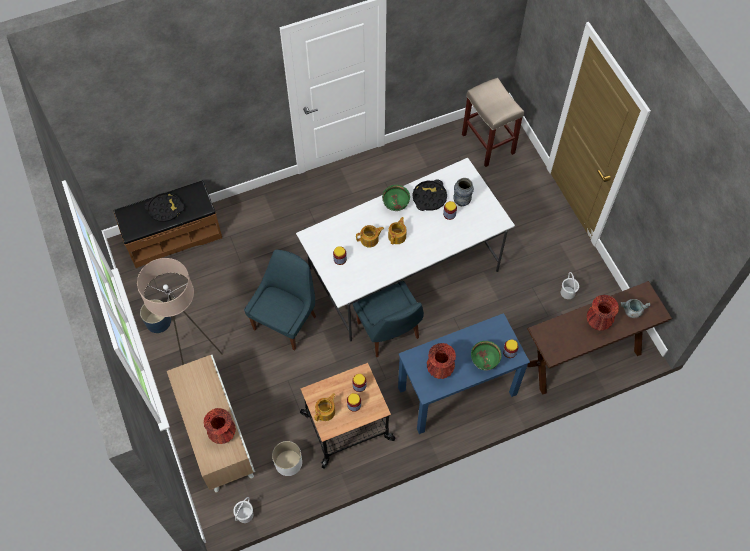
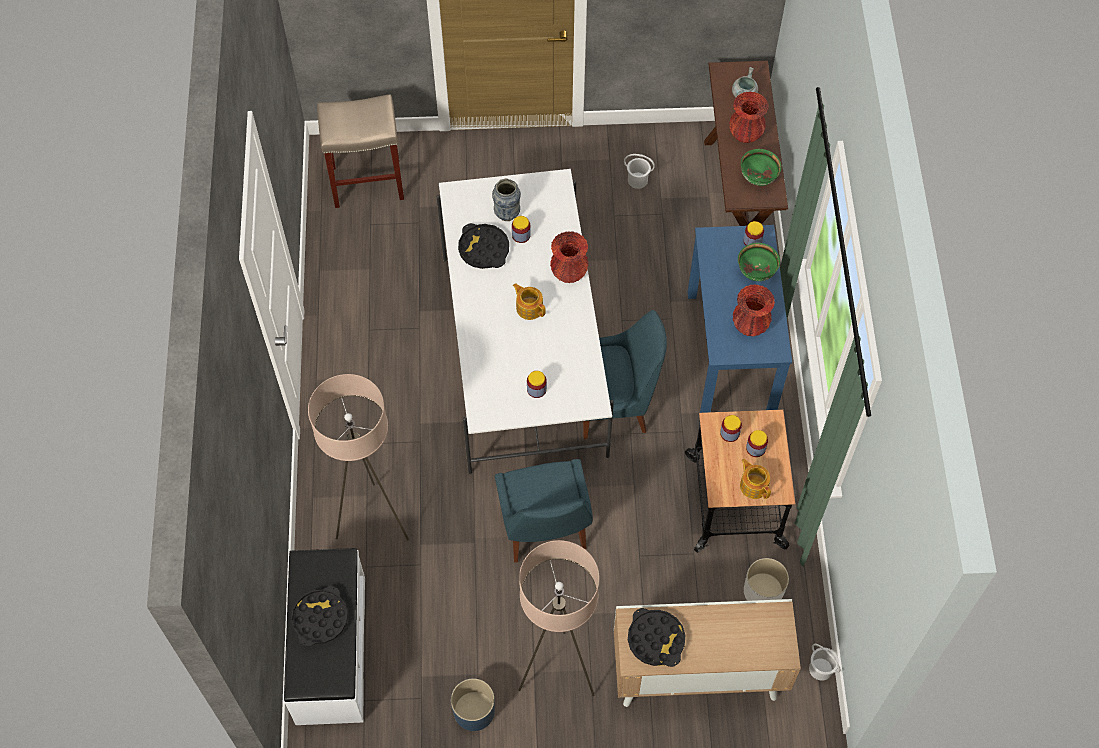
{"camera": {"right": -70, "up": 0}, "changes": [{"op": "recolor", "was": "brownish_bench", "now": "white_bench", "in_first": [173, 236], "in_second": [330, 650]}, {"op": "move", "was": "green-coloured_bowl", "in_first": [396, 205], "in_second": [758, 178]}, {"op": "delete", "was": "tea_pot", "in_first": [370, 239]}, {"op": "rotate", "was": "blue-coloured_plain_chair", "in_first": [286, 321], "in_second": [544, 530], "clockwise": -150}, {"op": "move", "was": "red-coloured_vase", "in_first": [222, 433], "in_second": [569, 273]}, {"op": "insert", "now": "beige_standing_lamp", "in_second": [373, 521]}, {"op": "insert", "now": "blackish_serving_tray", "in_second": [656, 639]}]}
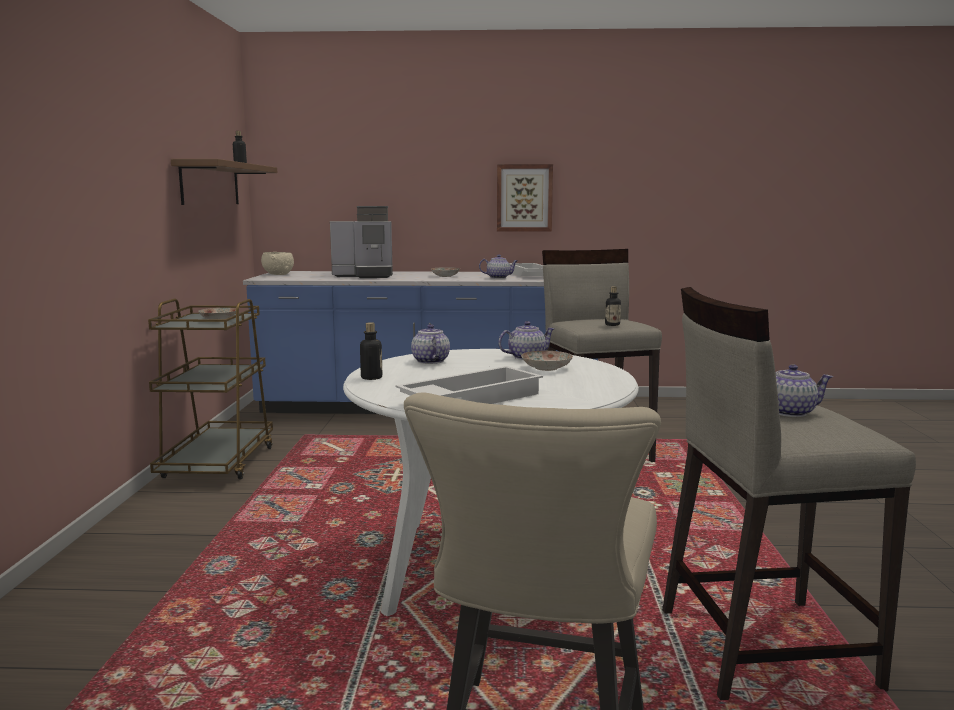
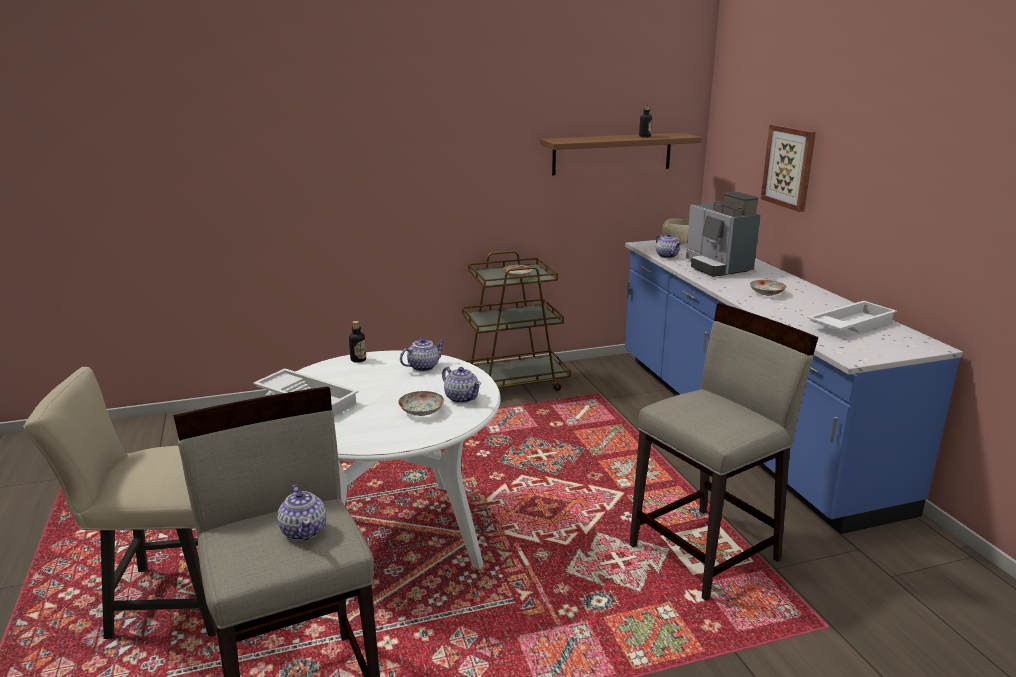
{"camera": {"right": 70, "up": 10}, "changes": [{"op": "move", "was": "picture", "in_first": [524, 198], "in_second": [789, 167]}, {"op": "move", "was": "tea_pot", "in_first": [499, 277], "in_second": [667, 256]}, {"op": "delete", "was": "bottle", "in_first": [612, 325]}]}
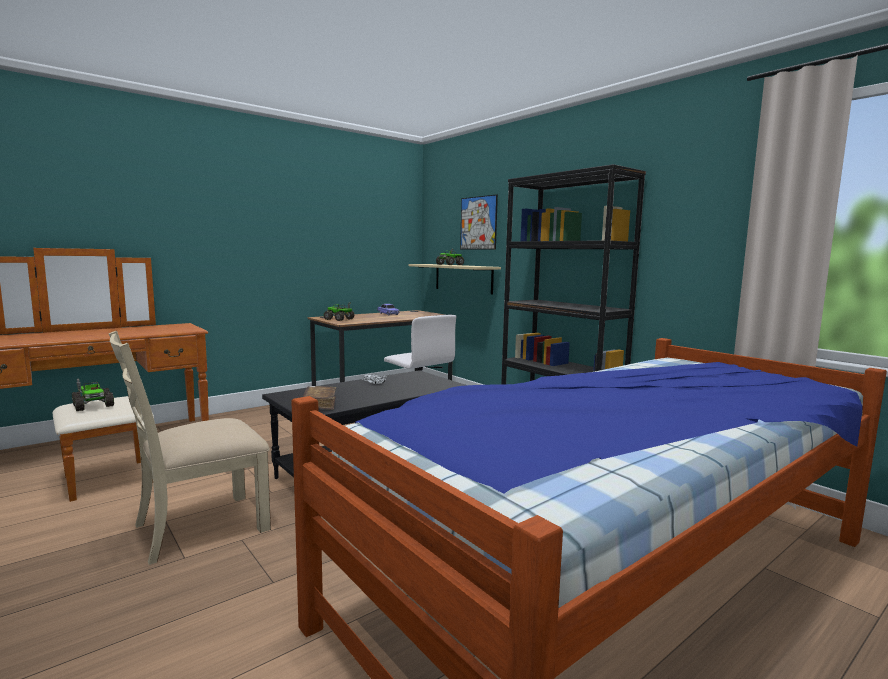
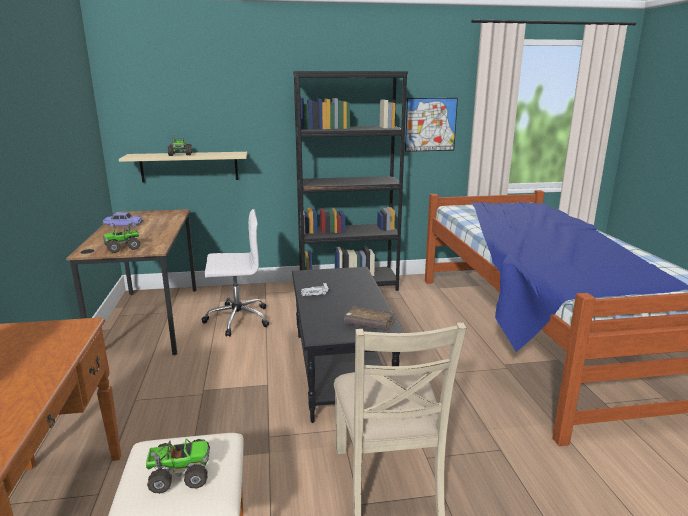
{"camera": {"right": -60, "up": 10}, "changes": [{"op": "move", "was": "picture", "in_first": [478, 223], "in_second": [430, 124]}]}
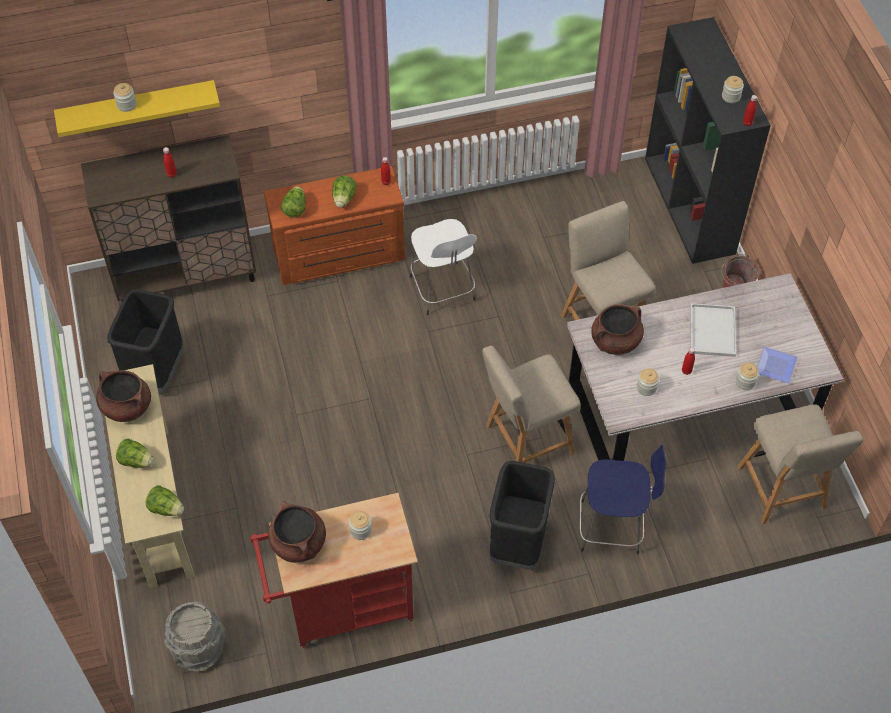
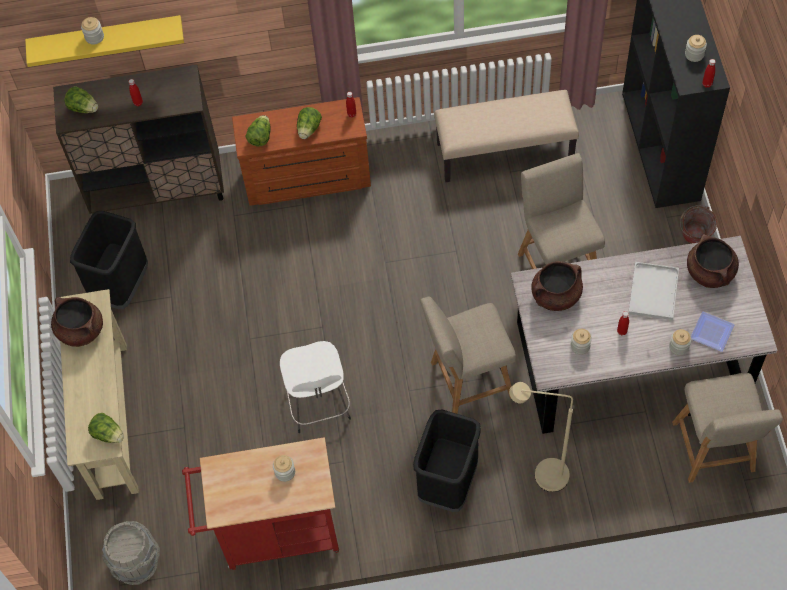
{"camera": {"right": 10, "up": 5}, "changes": [{"op": "move", "was": "white_stool_seat", "in_first": [443, 290], "in_second": [318, 405]}, {"op": "move", "was": "lettuce_head", "in_first": [136, 461], "in_second": [83, 108]}, {"op": "replace", "was": "blue-coloured_stool_seat", "now": "beige_standing_lamp", "in_first": [613, 527], "in_second": [541, 474]}, {"op": "move", "was": "brownish_stockpot", "in_first": [299, 543], "in_second": [710, 272]}, {"op": "insert", "now": "beige_bench", "in_second": [505, 151]}]}
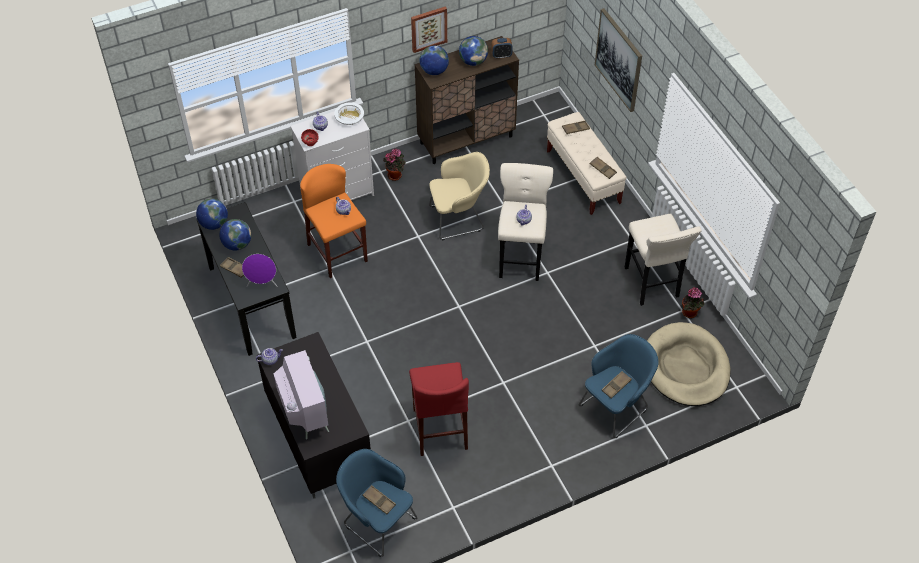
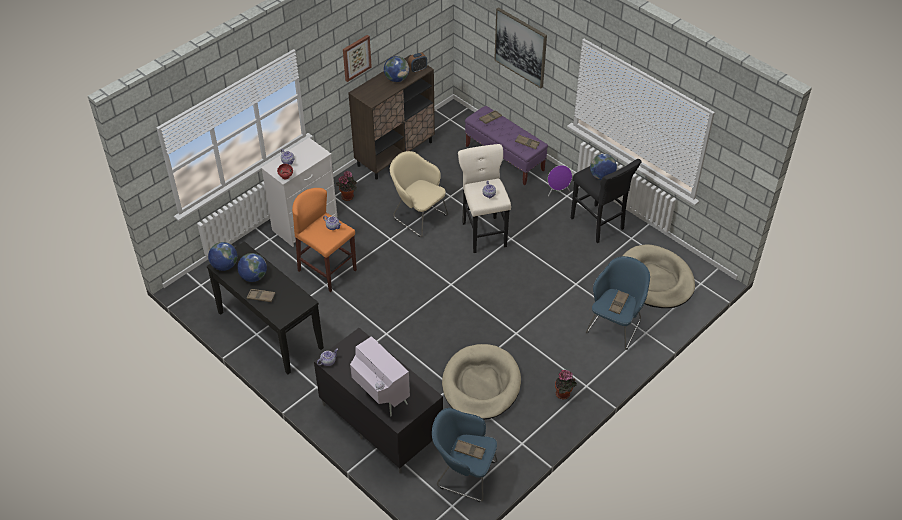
{"camera": {"right": -20, "up": -5}, "changes": [{"op": "move", "was": "globe", "in_first": [434, 71], "in_second": [602, 176]}, {"op": "delete", "was": "white_bowl", "in_first": [349, 117]}, {"op": "recolor", "was": "beige_bench", "now": "purple-coloured_bench", "in_first": [583, 177], "in_second": [504, 158]}, {"op": "rotate", "was": "beige_armchair", "in_first": [459, 218], "in_second": [418, 216], "clockwise": -105}, {"op": "recolor", "was": "beige_stool_seat", "now": "blackish_stool_seat", "in_first": [652, 285], "in_second": [598, 225]}, {"op": "move", "was": "purple-coloured_audio_speaker", "in_first": [262, 283], "in_second": [558, 192]}, {"op": "move", "was": "houseplant", "in_first": [690, 313], "in_second": [564, 394]}, {"op": "replace", "was": "red-coloured_stool_seat", "now": "beige_dog_cushion", "in_first": [440, 428], "in_second": [481, 384]}]}
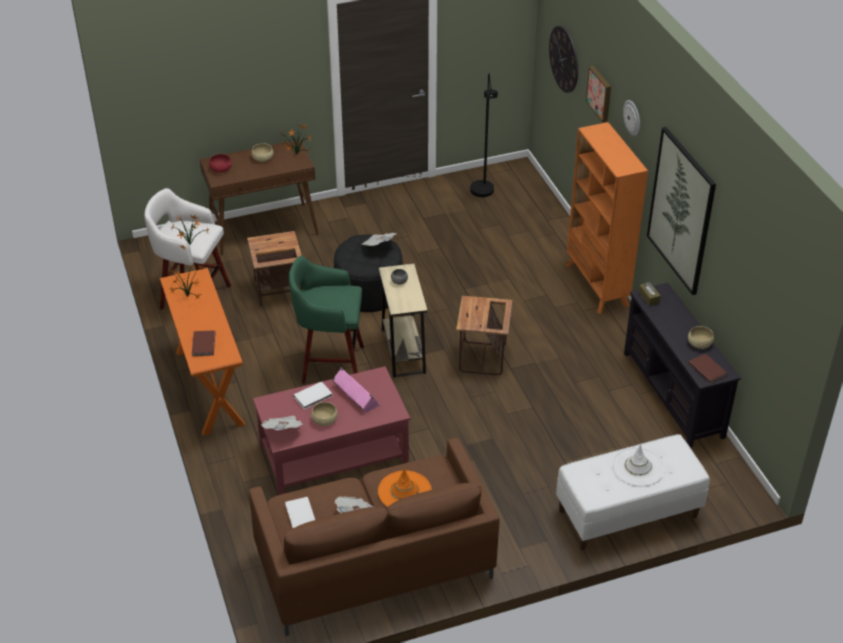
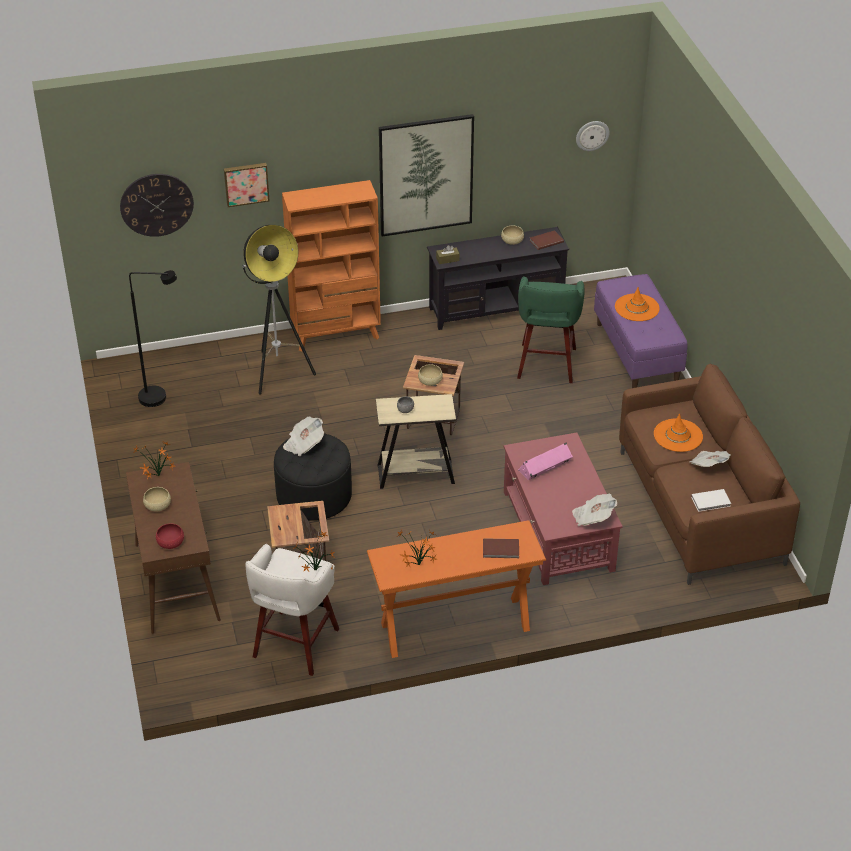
{"camera": {"right": -85, "up": 0}, "changes": [{"op": "move", "was": "clock_on_the_wall", "in_first": [632, 117], "in_second": [592, 135]}, {"op": "move", "was": "green-coloured_stool_seat", "in_first": [330, 364], "in_second": [546, 365]}, {"op": "delete", "was": "white_bound_book", "in_first": [313, 396]}, {"op": "move", "was": "beige_bowl", "in_first": [324, 419], "in_second": [430, 381]}, {"op": "recolor", "was": "white_bench", "now": "purple-coloured_bench", "in_first": [627, 514], "in_second": [637, 353]}, {"op": "recolor", "was": "white_wearable_hat", "now": "orangey_wearable_hat", "in_first": [638, 467], "in_second": [637, 308]}, {"op": "insert", "now": "standing_lamp", "in_second": [278, 372]}]}
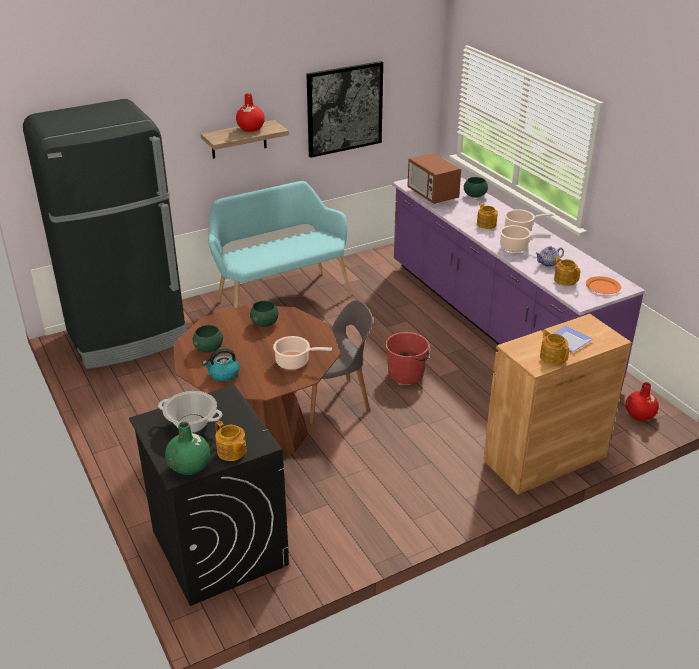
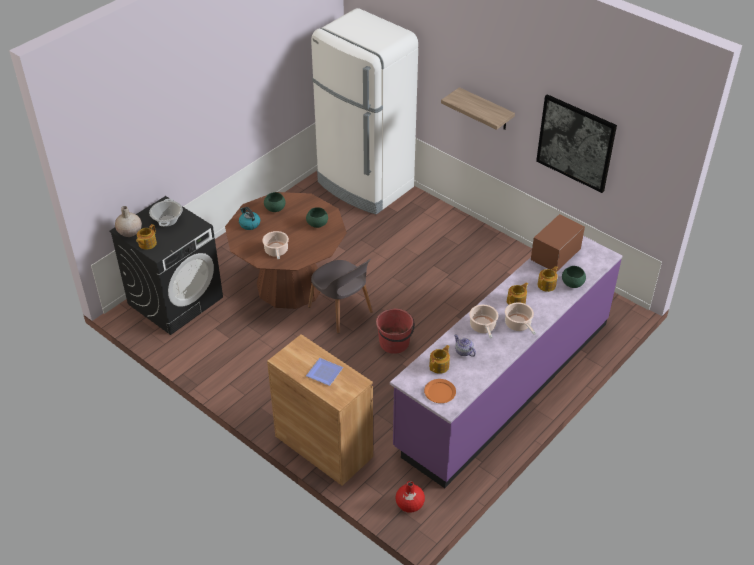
{"camera": {"right": 70, "up": 10}, "changes": [{"op": "delete", "was": "red-coloured_vase", "in_first": [250, 129]}, {"op": "recolor", "was": "blackish_refrigerator", "now": "white_refrigerator", "in_first": [128, 337], "in_second": [364, 185]}, {"op": "delete", "was": "turquoise-coloured_bench", "in_first": [280, 296]}, {"op": "move", "was": "tea_pot", "in_first": [552, 357], "in_second": [547, 285]}, {"op": "recolor", "was": "green-coloured_vase", "now": "beige_vase", "in_first": [189, 466], "in_second": [129, 232]}]}
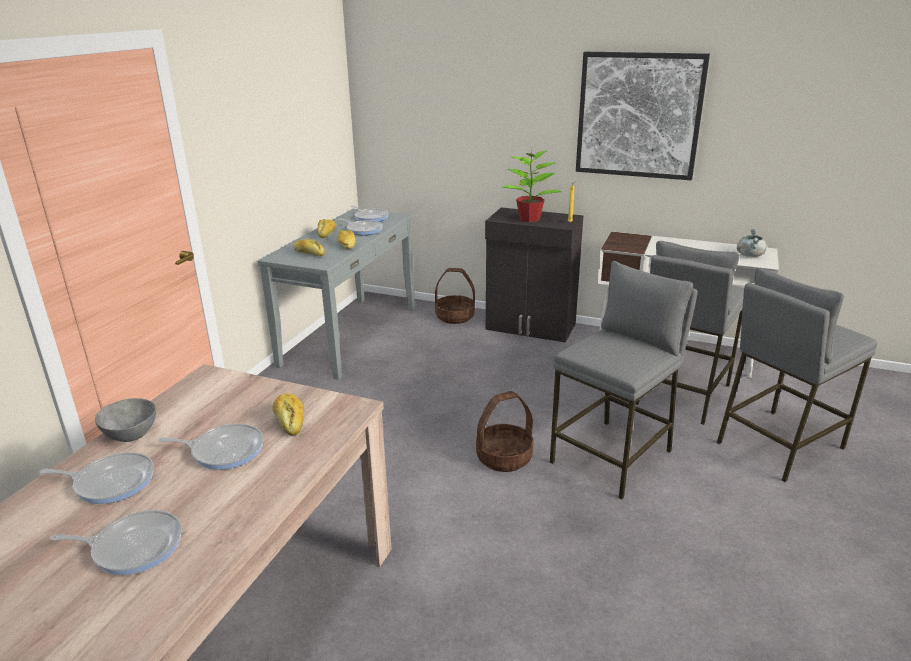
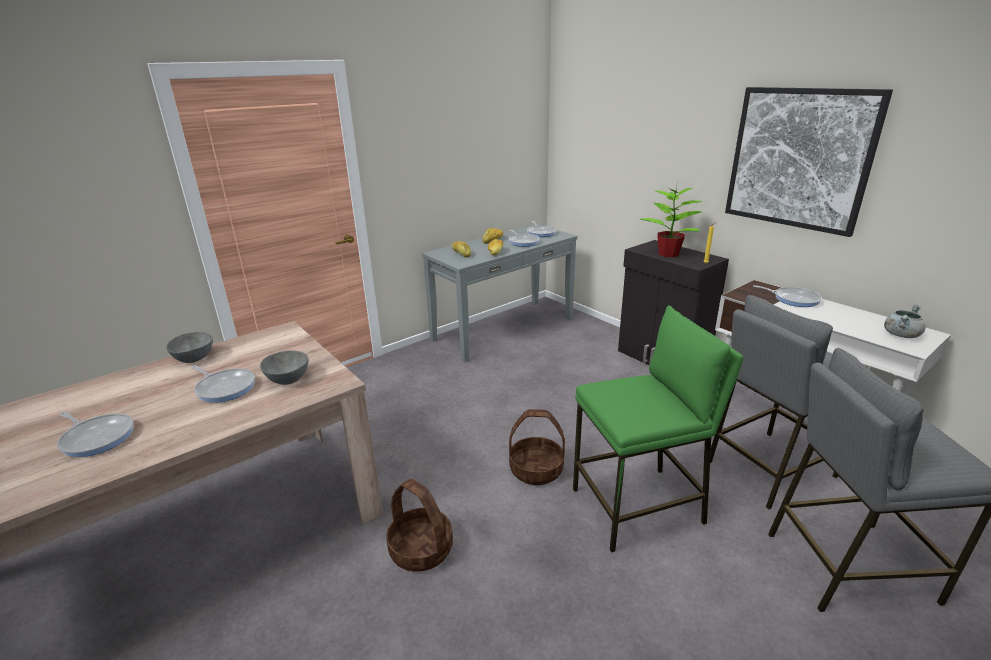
{"camera": {"right": 30, "up": 0}, "changes": [{"op": "recolor", "was": "grey_stool_seat", "now": "green-coloured_stool_seat", "in_first": [613, 457], "in_second": [638, 507]}, {"op": "move", "was": "household_basket", "in_first": [455, 316], "in_second": [422, 549]}, {"op": "replace", "was": "bakery_bread", "now": "grey_bowl", "in_first": [290, 420], "in_second": [288, 379]}, {"op": "move", "was": "skillet", "in_first": [111, 482], "in_second": [793, 299]}]}
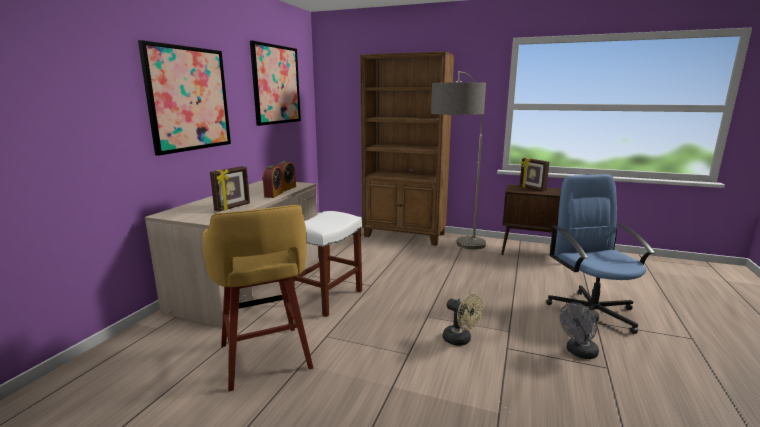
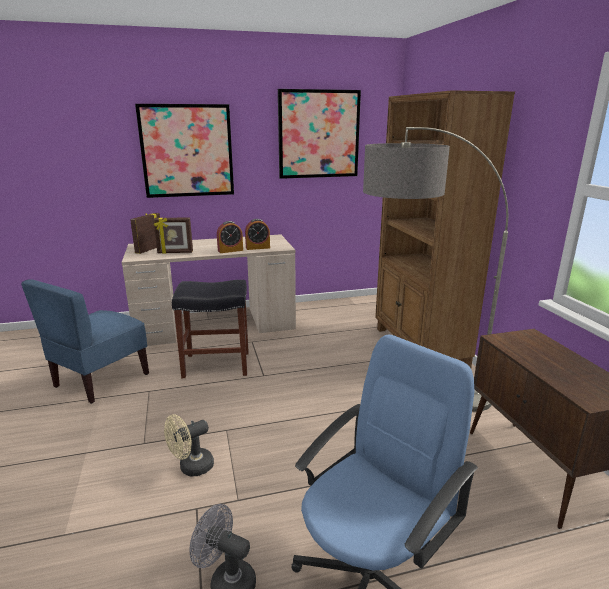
{"camera": {"right": 55, "up": 5}, "changes": [{"op": "move", "was": "photo_frame", "in_first": [532, 189], "in_second": [149, 249]}, {"op": "replace", "was": "yellow-coloured_stool_seat", "now": "blue-coloured_plain_chair", "in_first": [265, 358], "in_second": [101, 380]}, {"op": "recolor", "was": "white_stool_seat", "now": "blackish_stool_seat", "in_first": [326, 298], "in_second": [215, 365]}, {"op": "rotate", "was": "beige_cooling_fan", "in_first": [460, 340], "in_second": [191, 468], "clockwise": 45}]}
